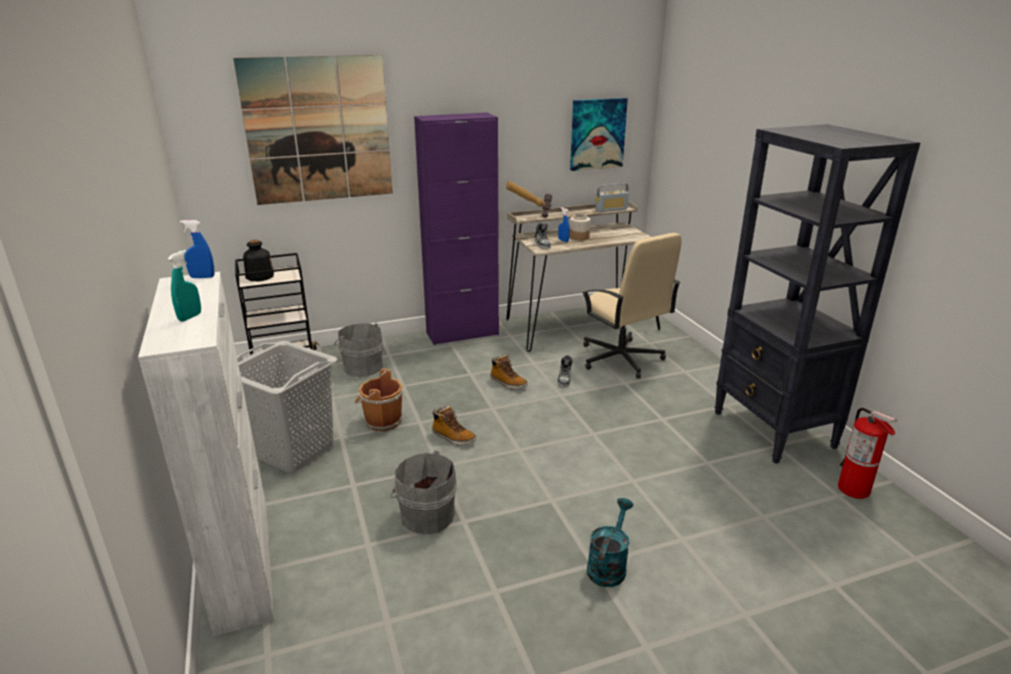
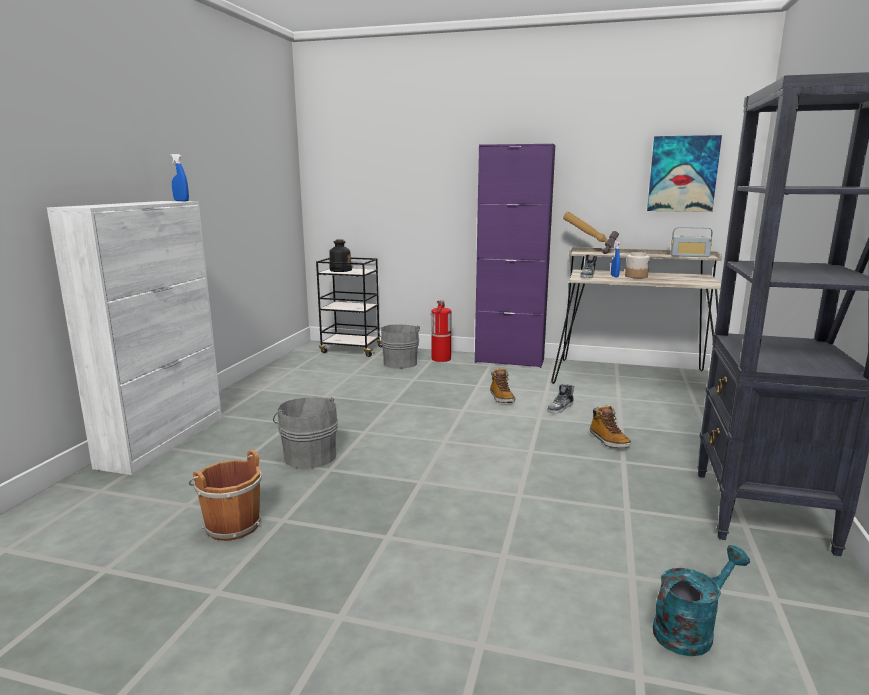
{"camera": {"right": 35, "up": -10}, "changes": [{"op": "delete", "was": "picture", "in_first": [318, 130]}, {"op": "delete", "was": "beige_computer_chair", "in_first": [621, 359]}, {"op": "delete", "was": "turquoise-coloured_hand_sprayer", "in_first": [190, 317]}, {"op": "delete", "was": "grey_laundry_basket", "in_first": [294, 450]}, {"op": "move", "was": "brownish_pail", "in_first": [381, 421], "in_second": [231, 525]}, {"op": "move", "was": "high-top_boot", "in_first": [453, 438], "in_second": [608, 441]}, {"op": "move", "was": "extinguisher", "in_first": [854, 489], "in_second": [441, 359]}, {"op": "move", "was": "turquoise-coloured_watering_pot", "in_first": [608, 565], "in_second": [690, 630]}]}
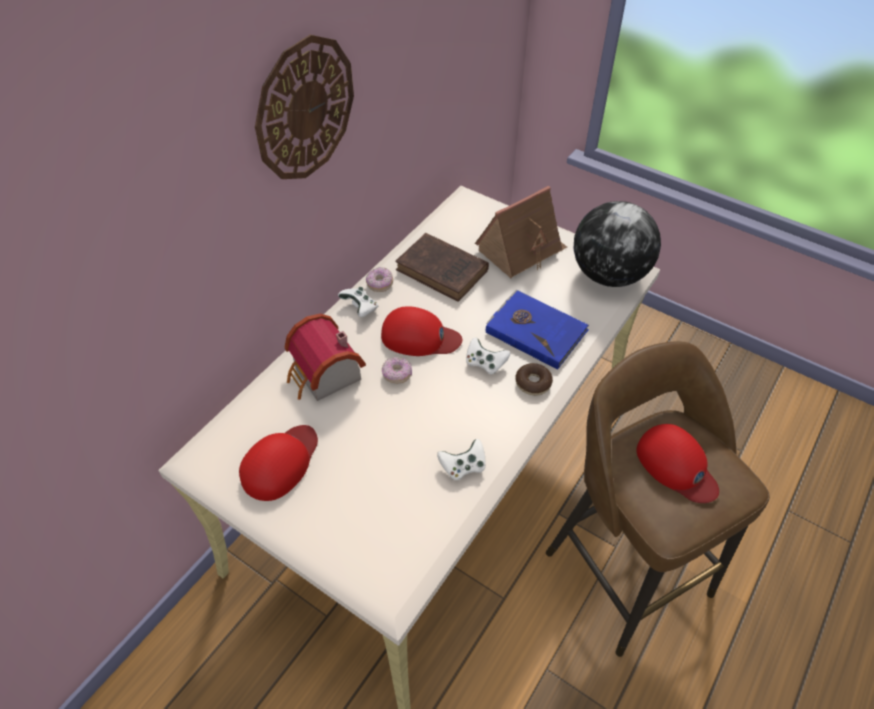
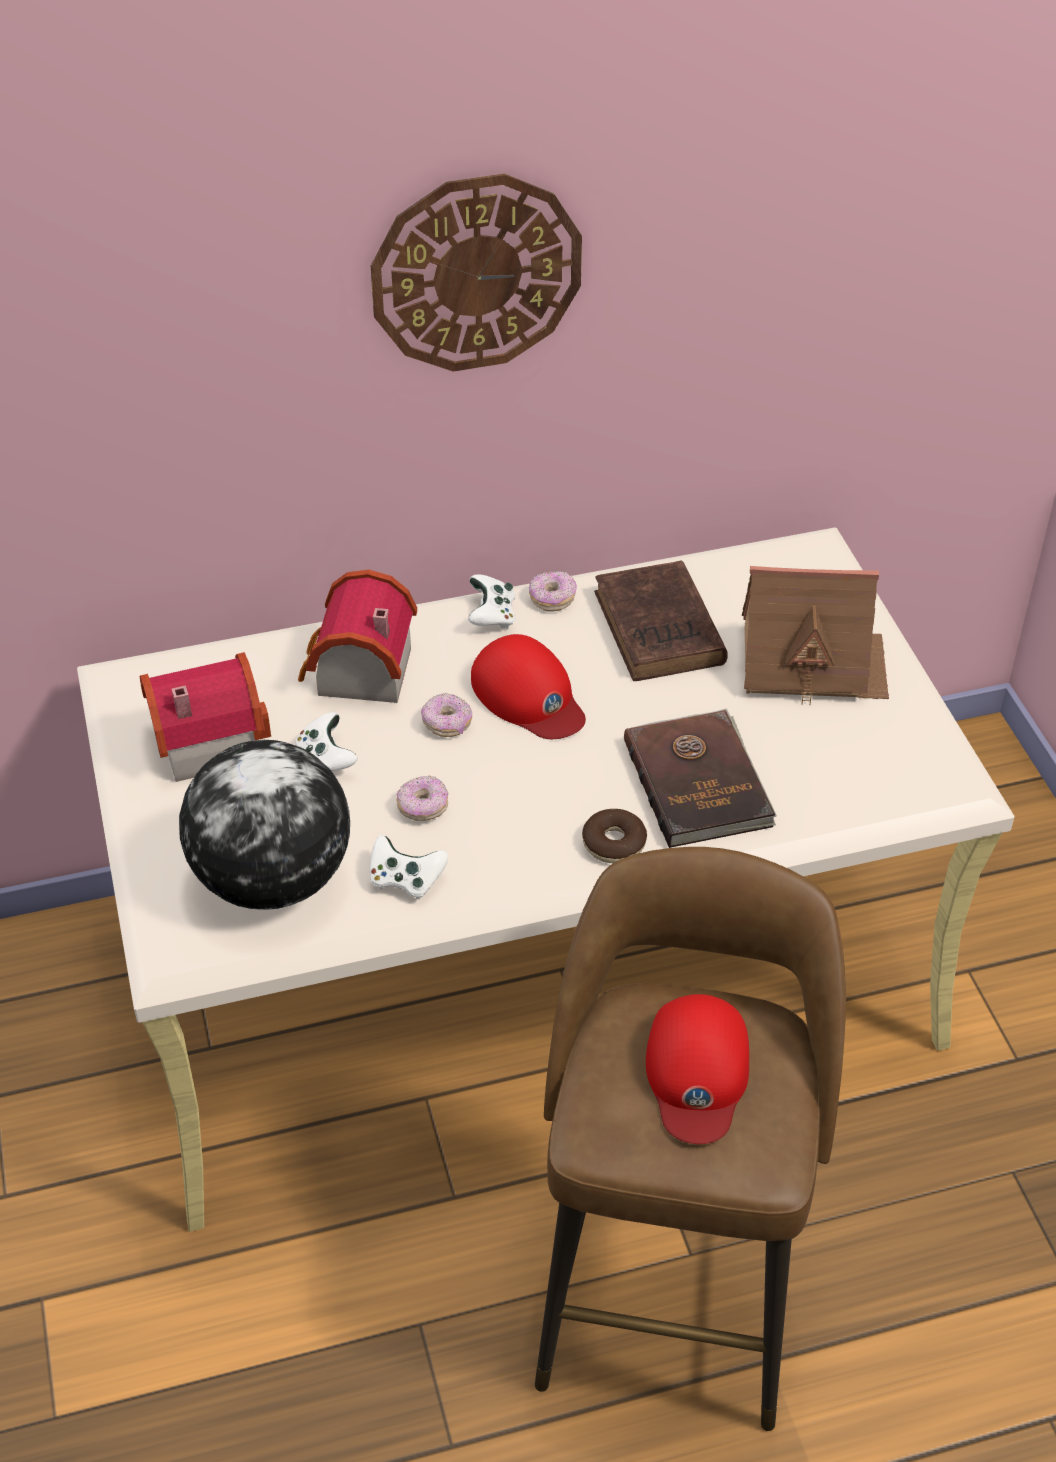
{"camera": {"right": 40, "up": -5}, "changes": [{"op": "move", "was": "globe", "in_first": [609, 274], "in_second": [274, 879]}, {"op": "recolor", "was": "blue-coloured_bound_book", "now": "brownish_bound_book", "in_first": [536, 330], "in_second": [699, 782]}, {"op": "move", "was": "white_game_controller", "in_first": [485, 363], "in_second": [326, 759]}, {"op": "replace", "was": "red-coloured_baseball_cap", "now": "model_house", "in_first": [280, 463], "in_second": [203, 739]}, {"op": "insert", "now": "ring_doughnut", "in_second": [423, 807]}]}
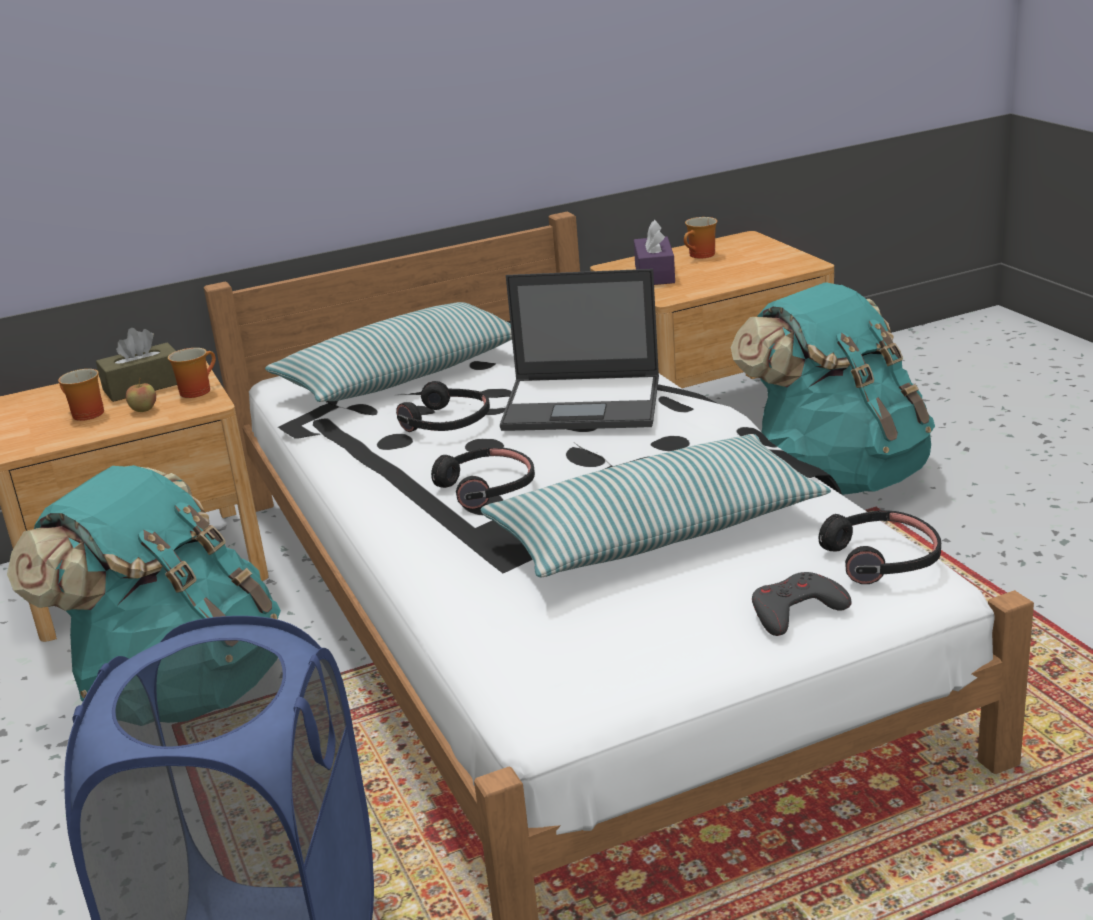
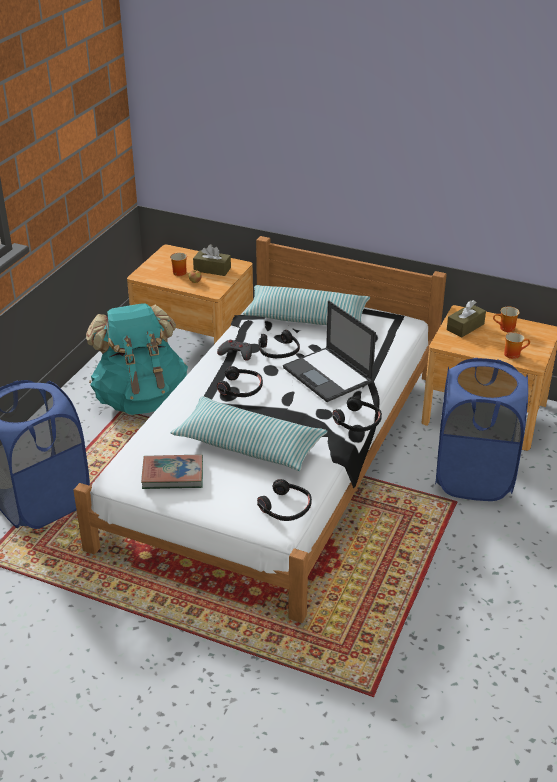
{"camera": {"right": 45, "up": 10}, "changes": [{"op": "recolor", "was": "purple-coloured_box_of_tissues", "now": "brownish_box_of_tissues", "in_first": [654, 274], "in_second": [465, 327]}, {"op": "replace", "was": "turquoise-coloured_backpack", "now": "blue-coloured_laundry_basket", "in_first": [837, 476], "in_second": [473, 477]}, {"op": "move", "was": "coffee_mug", "in_first": [196, 390], "in_second": [513, 353]}, {"op": "move", "was": "grey_game_controller", "in_first": [796, 611], "in_second": [236, 353]}, {"op": "insert", "now": "blackish_pair_of_headphones", "in_second": [357, 422]}, {"op": "insert", "now": "bound_book", "in_second": [173, 475]}]}
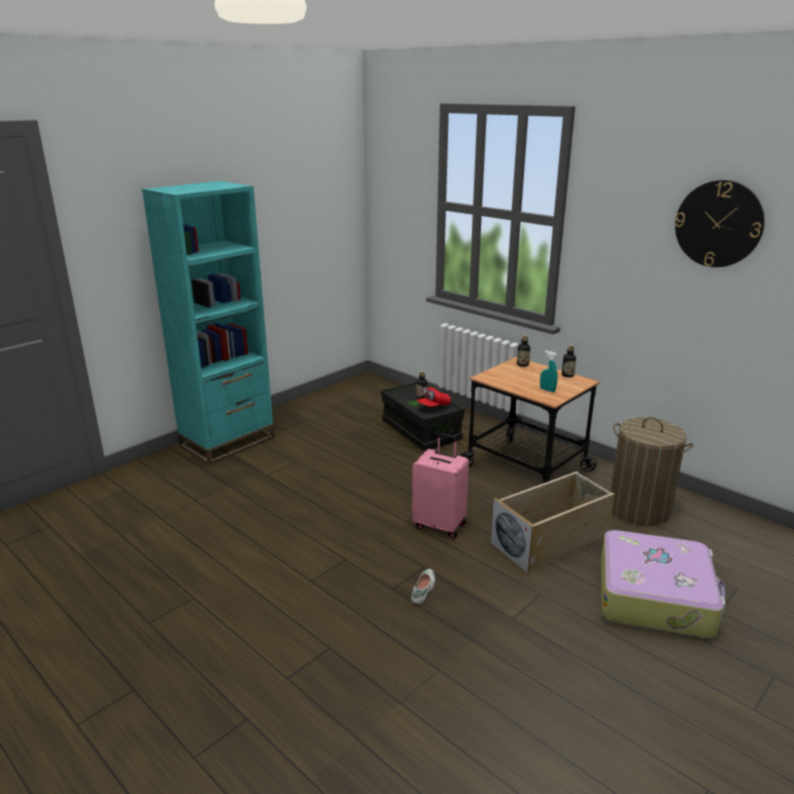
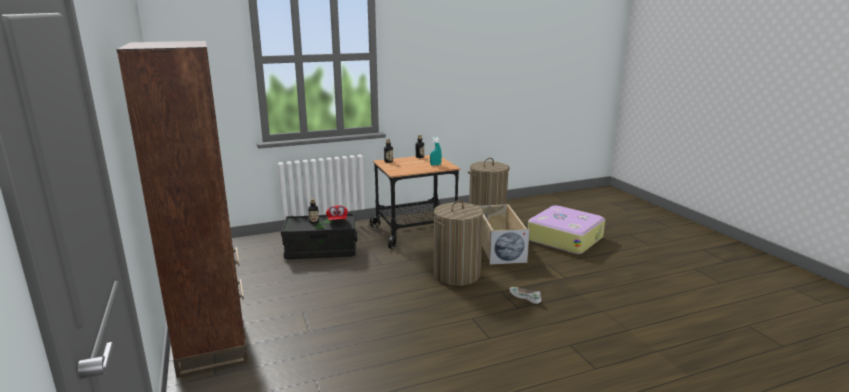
{"camera": {"right": -65, "up": -5}, "changes": [{"op": "delete", "was": "clock_on_the_wall", "in_first": [718, 224]}, {"op": "recolor", "was": "turquoise-coloured_bookcase", "now": "brownish_bookcase", "in_first": [227, 442], "in_second": [212, 343]}, {"op": "replace", "was": "pink-coloured_suitcase", "now": "laundry_basket", "in_first": [440, 525], "in_second": [457, 274]}]}
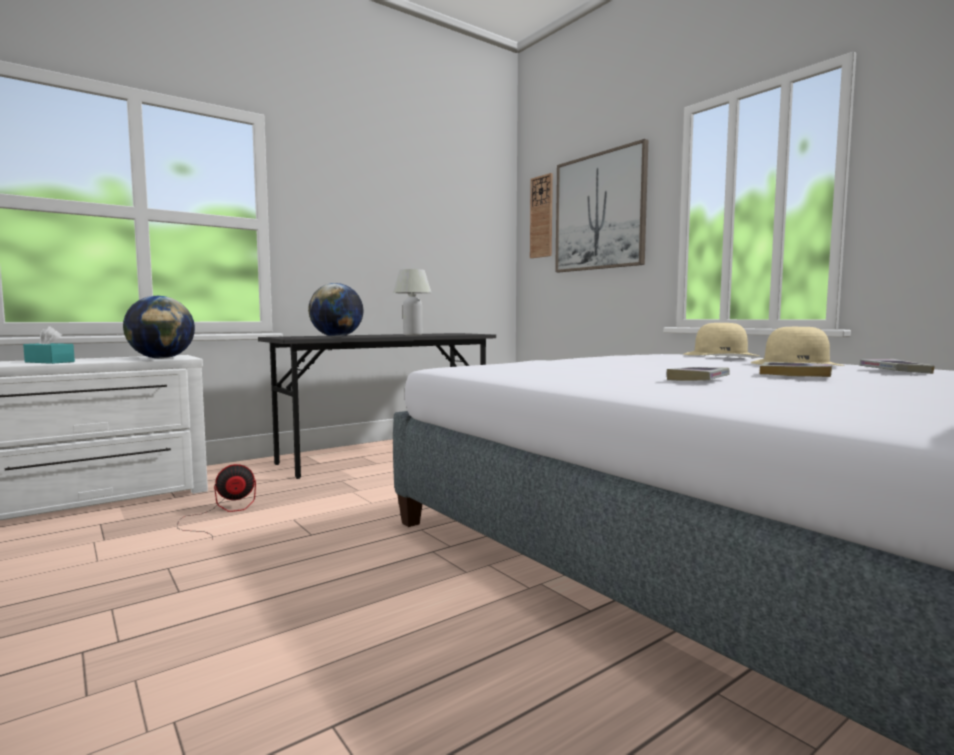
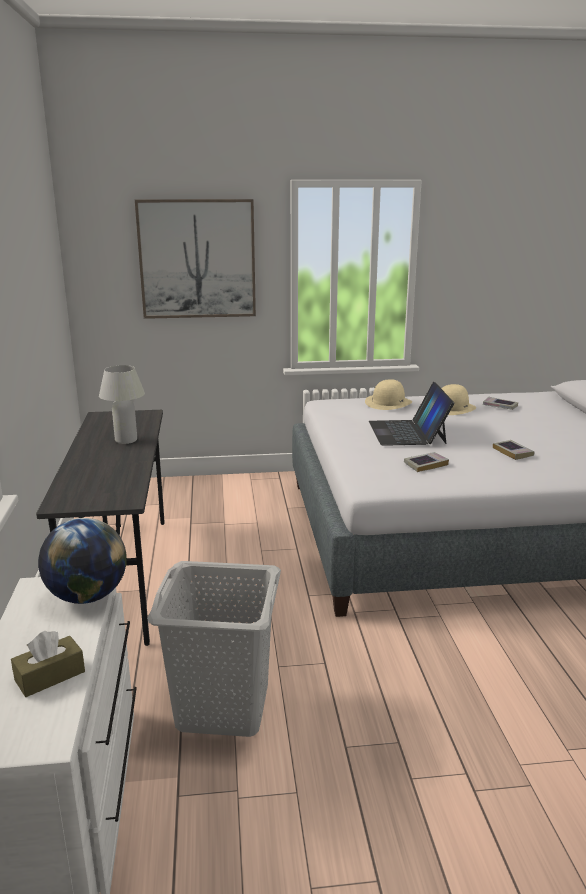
{"camera": {"right": -60, "up": 15}, "changes": [{"op": "delete", "was": "clock_on_the_wall", "in_first": [541, 217]}, {"op": "delete", "was": "globe", "in_first": [337, 337]}, {"op": "recolor", "was": "turquoise-coloured_box_of_tissues", "now": "brownish_box_of_tissues", "in_first": [49, 362], "in_second": [50, 676]}, {"op": "move", "was": "bound_book", "in_first": [795, 374], "in_second": [425, 464]}, {"op": "replace", "was": "cooling_fan", "now": "grey_laundry_basket", "in_first": [222, 513], "in_second": [222, 706]}, {"op": "insert", "now": "notebook_computer", "in_second": [408, 432]}]}
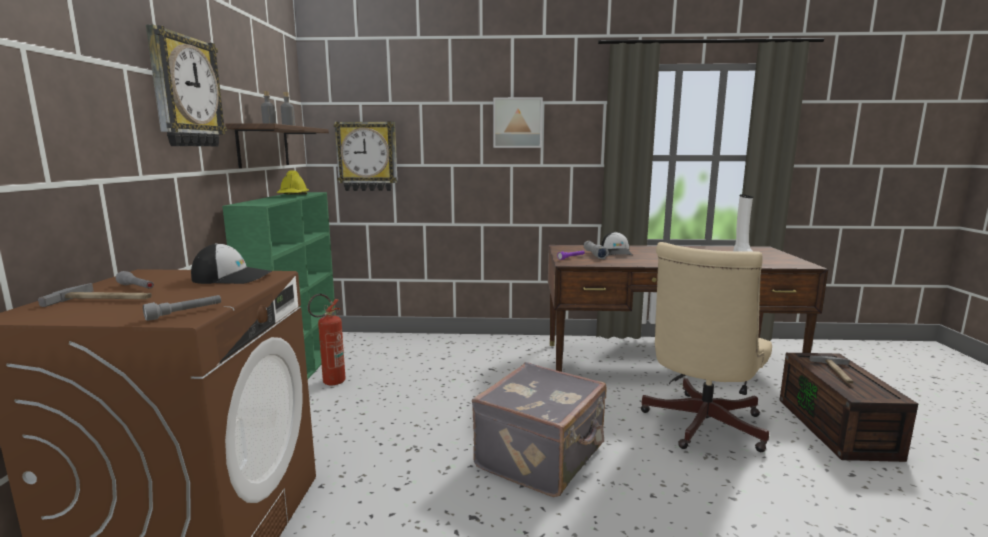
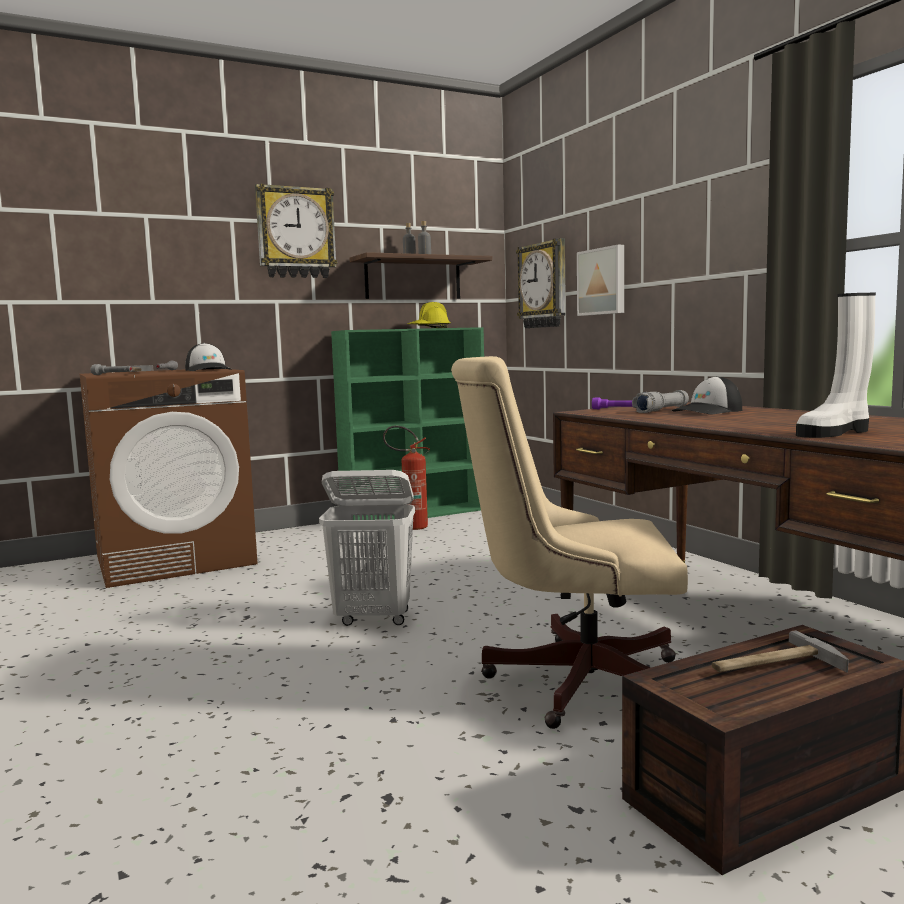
{"camera": {"right": 60, "up": -5}, "changes": [{"op": "move", "was": "picture", "in_first": [517, 123], "in_second": [603, 281]}, {"op": "replace", "was": "grey_suitcase", "now": "white_laundry_basket", "in_first": [542, 457], "in_second": [374, 618]}]}
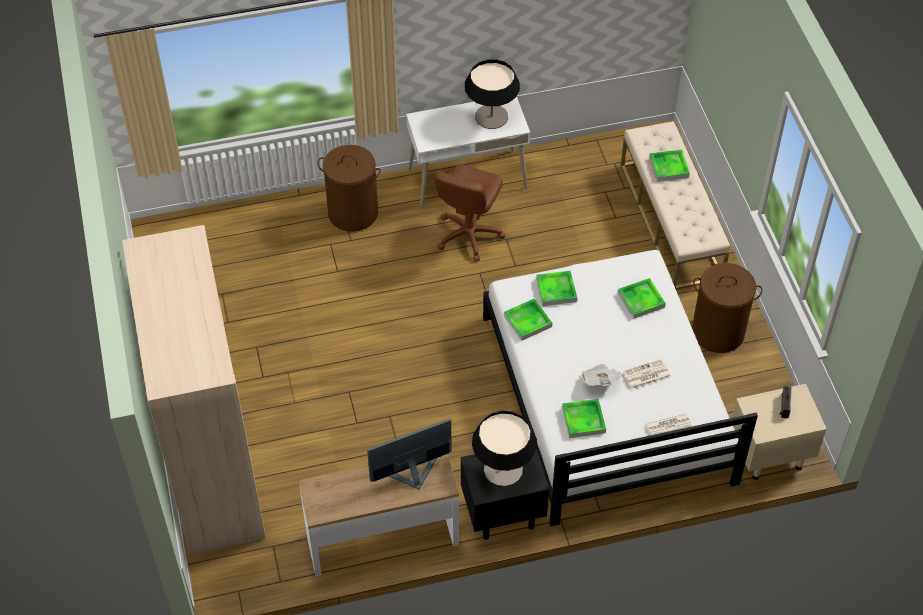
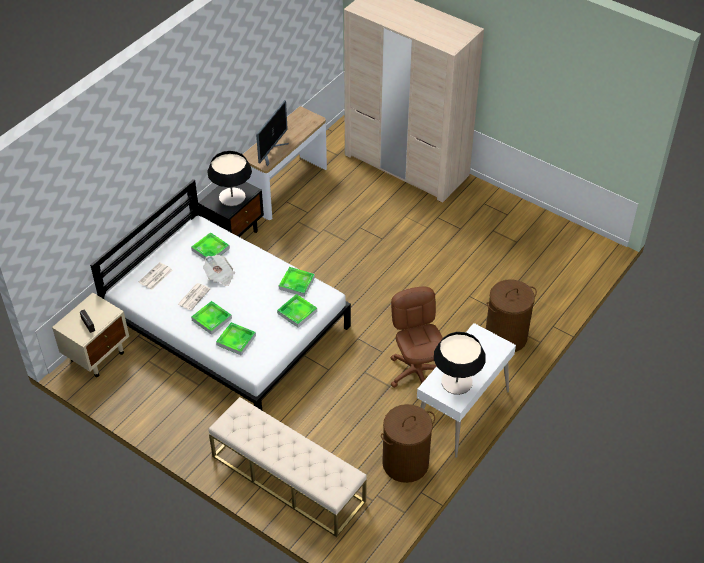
{"camera": {"right": 140, "up": -5}, "changes": [{"op": "move", "was": "serving_tray", "in_first": [669, 167], "in_second": [211, 319]}, {"op": "move", "was": "brownish_laundry_basket", "in_first": [718, 332], "in_second": [405, 463]}]}
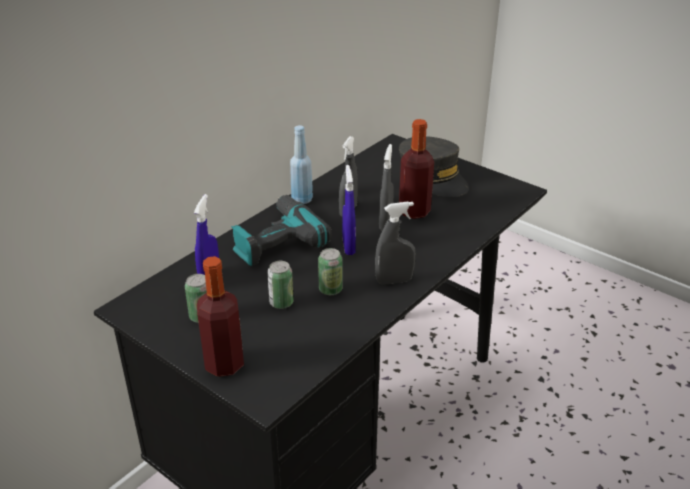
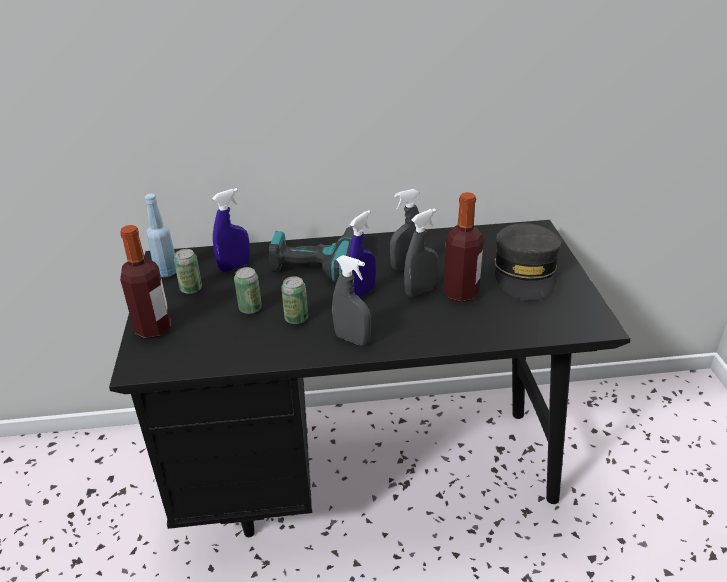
{"camera": {"right": 45, "up": 0}, "changes": [{"op": "move", "was": "blue-coloured_bottle", "in_first": [301, 199], "in_second": [166, 272]}]}
